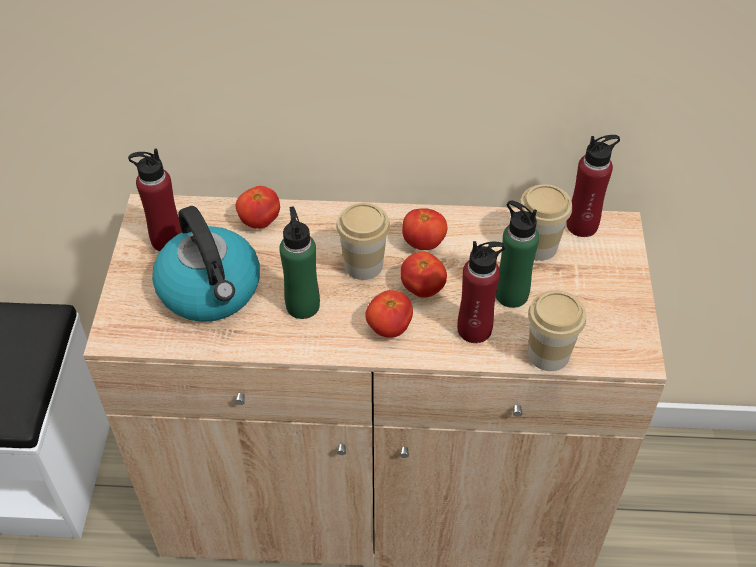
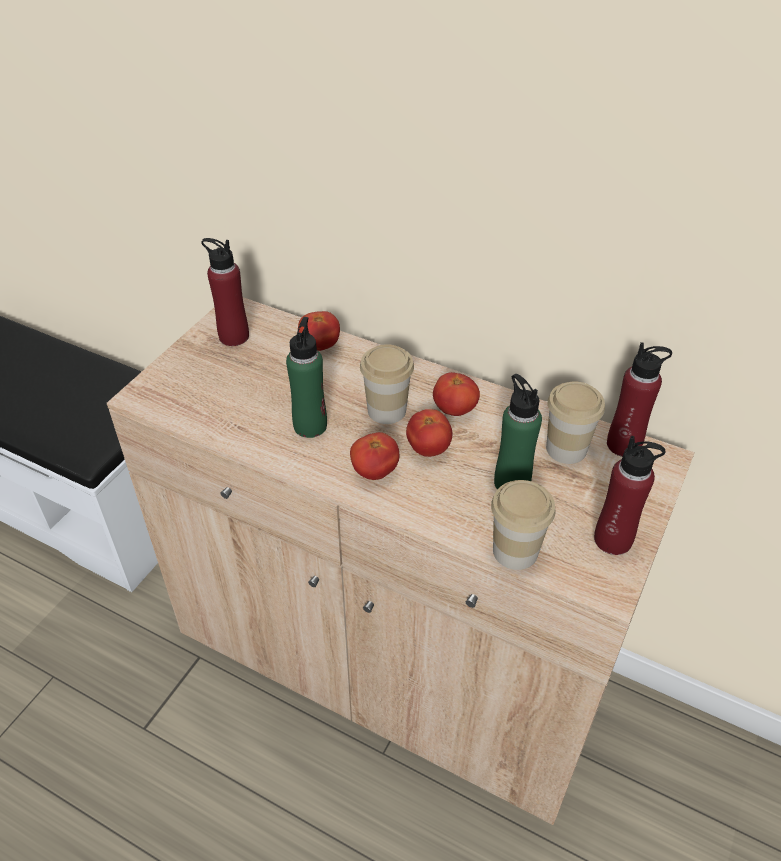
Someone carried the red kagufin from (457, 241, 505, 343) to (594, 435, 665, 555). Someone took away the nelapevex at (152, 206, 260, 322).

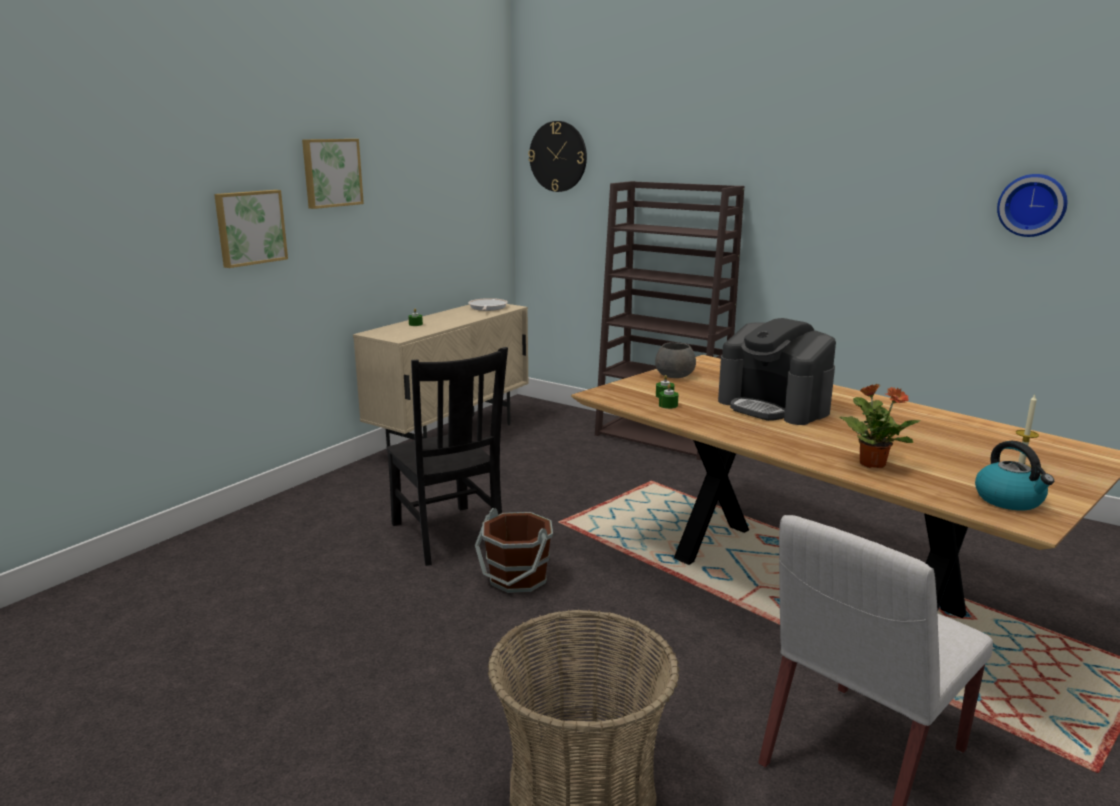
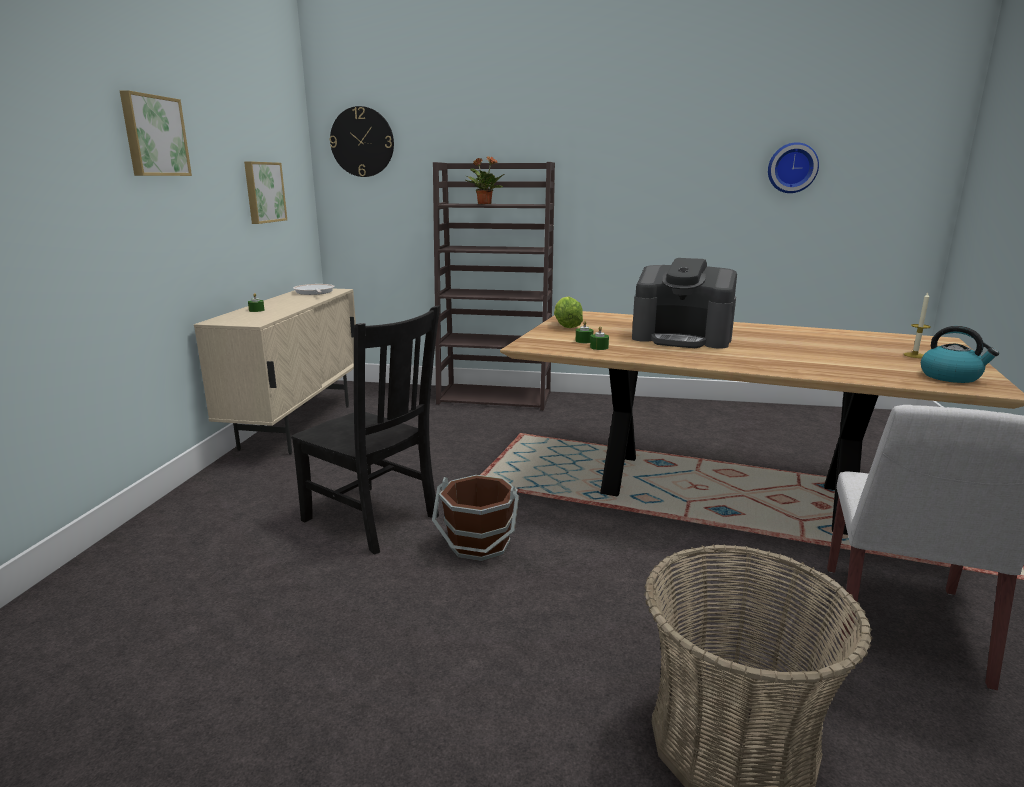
Someone carried the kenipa from (214, 190, 288, 268) to (244, 161, 287, 224). Someone carried the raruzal from (839, 383, 920, 468) to (465, 156, 504, 204). Someone swapped the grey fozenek at (655, 342, 696, 378) for the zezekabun at (554, 296, 583, 328).

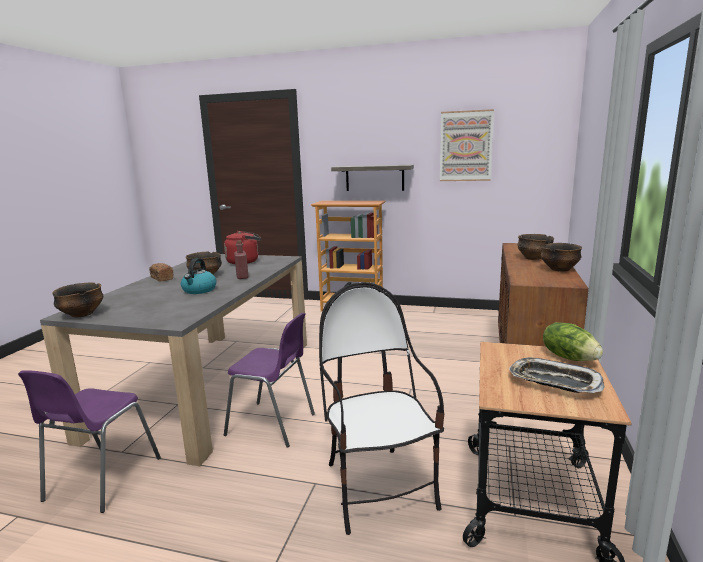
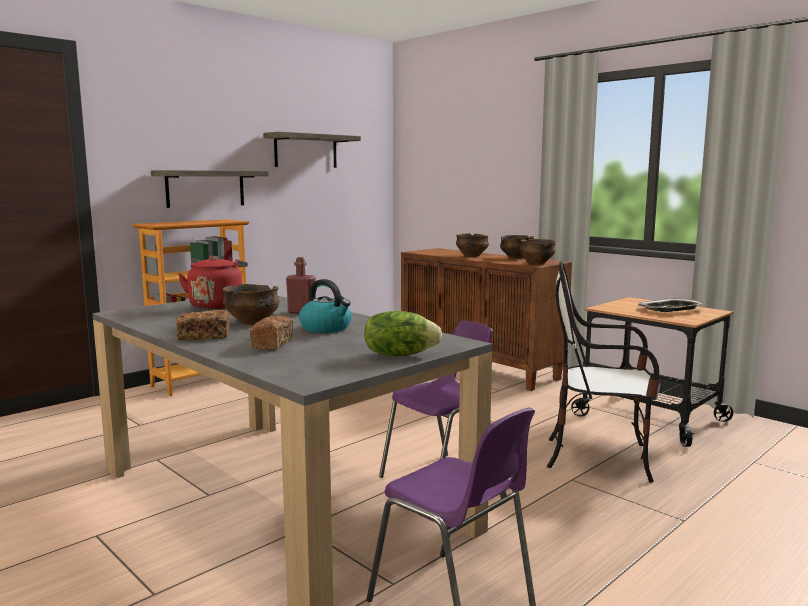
Someone put down the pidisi at (250, 316, 293, 350). Someone swapped the kenipa at (440, 109, 494, 181) for the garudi at (263, 132, 361, 168). Someone carried the zezekabun from (543, 322, 603, 361) to (364, 311, 442, 356). Someone carried the fozenek from (52, 283, 103, 318) to (519, 239, 556, 264).

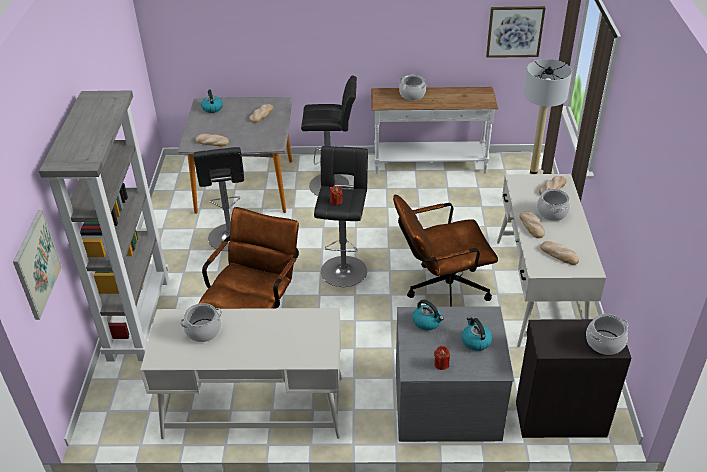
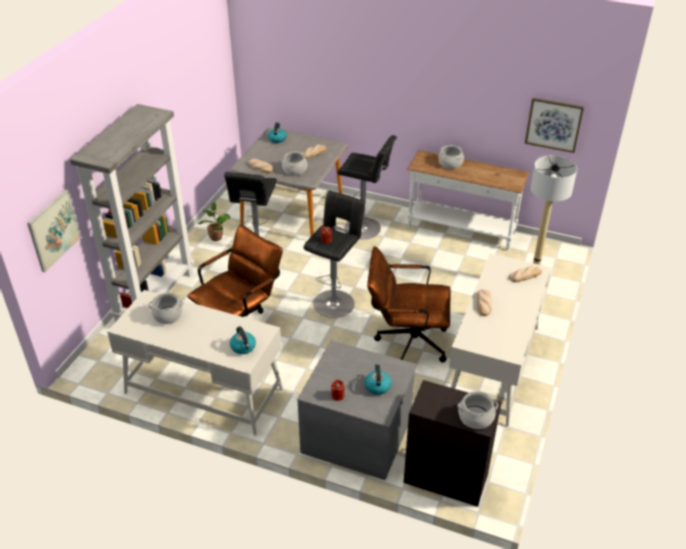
Someone put down the raruzal at (197, 203, 230, 241). Someone carried the nelapevex from (413, 300, 444, 330) to (230, 326, 256, 354). Someone carried the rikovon from (537, 188, 570, 221) to (282, 151, 307, 176). Someone took away the pidisi at (540, 241, 579, 265).

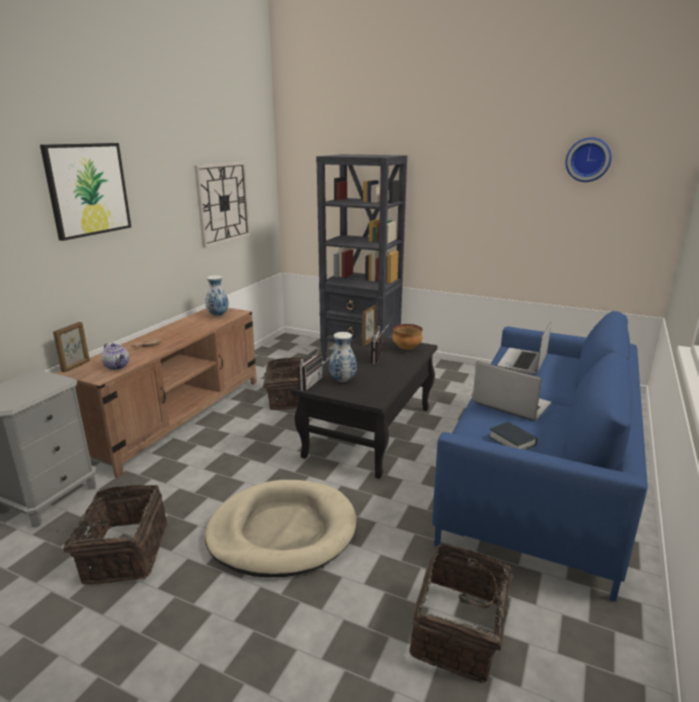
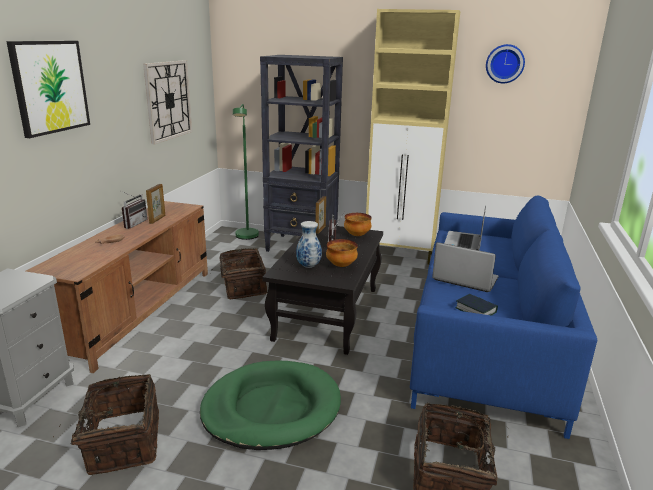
Someone carried the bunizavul from (296, 345, 323, 391) to (121, 191, 147, 229). Someone carried the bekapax from (53, 322, 90, 372) to (146, 184, 165, 224). Someone repainted the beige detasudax at (205, 480, 357, 577), which became the green detasudax at (200, 361, 341, 450). Someone put down the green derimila at (233, 104, 259, 240). Someone put down the fozenek at (326, 239, 358, 267). Someone put down the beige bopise at (366, 9, 460, 265). Someone took away the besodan at (101, 343, 129, 370). Someone took away the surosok at (205, 275, 229, 316).

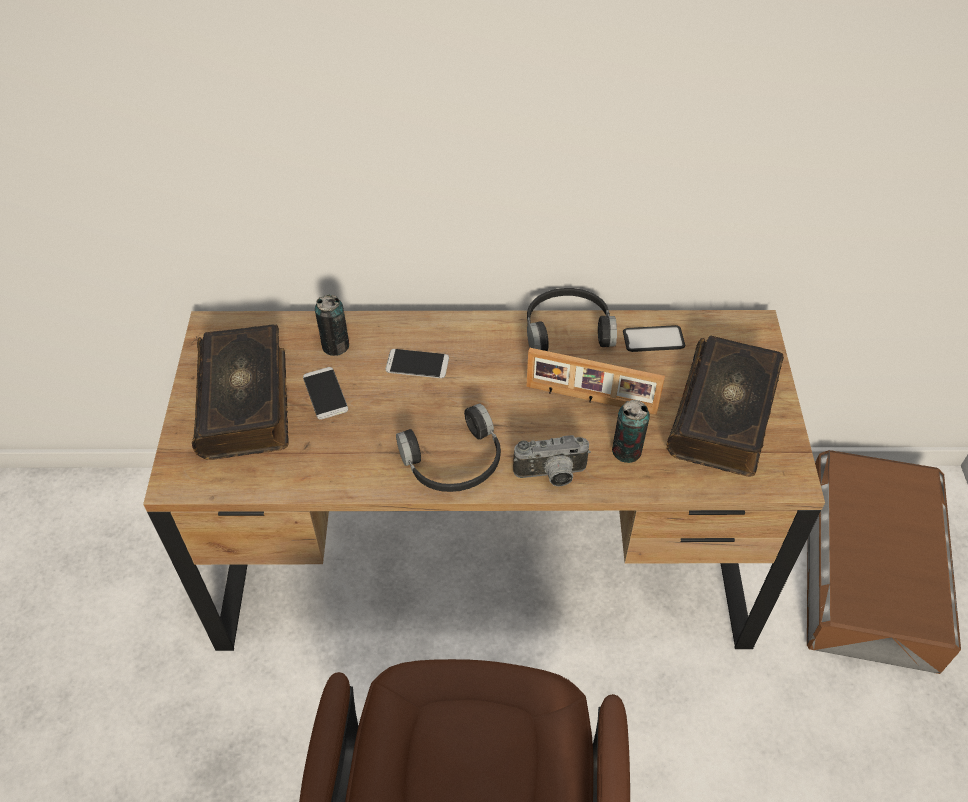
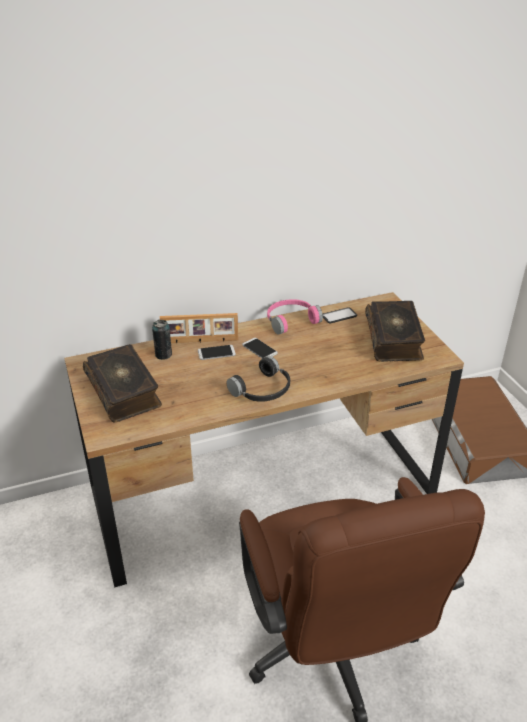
Someone carried the bekapax from (526, 348, 665, 415) to (160, 313, 238, 344). Someone carried the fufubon from (303, 367, 348, 420) to (242, 338, 278, 359). Someone repainted the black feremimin at (527, 288, 617, 351), which became the pink feremimin at (267, 299, 323, 334). Someone took away the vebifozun at (513, 435, 591, 486). Someone took away the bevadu at (612, 400, 650, 463).

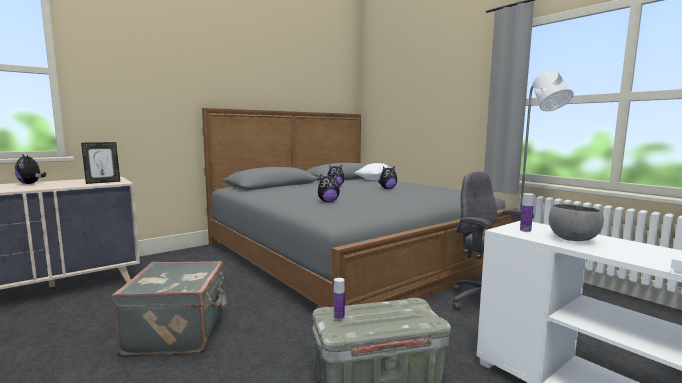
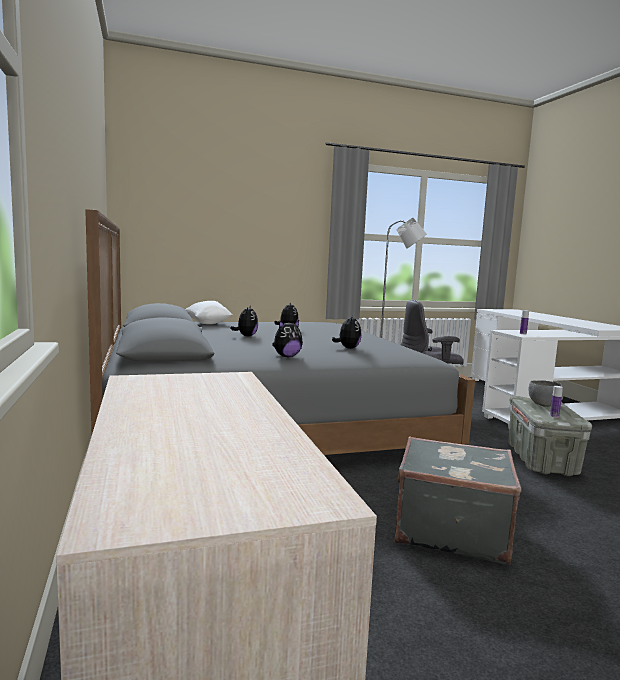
Someone carried the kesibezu from (15, 154, 46, 184) to (272, 320, 303, 357). Someone carried the grey fozenek from (549, 204, 604, 241) to (529, 380, 564, 407). Someone took away the bekapax at (81, 142, 120, 184).

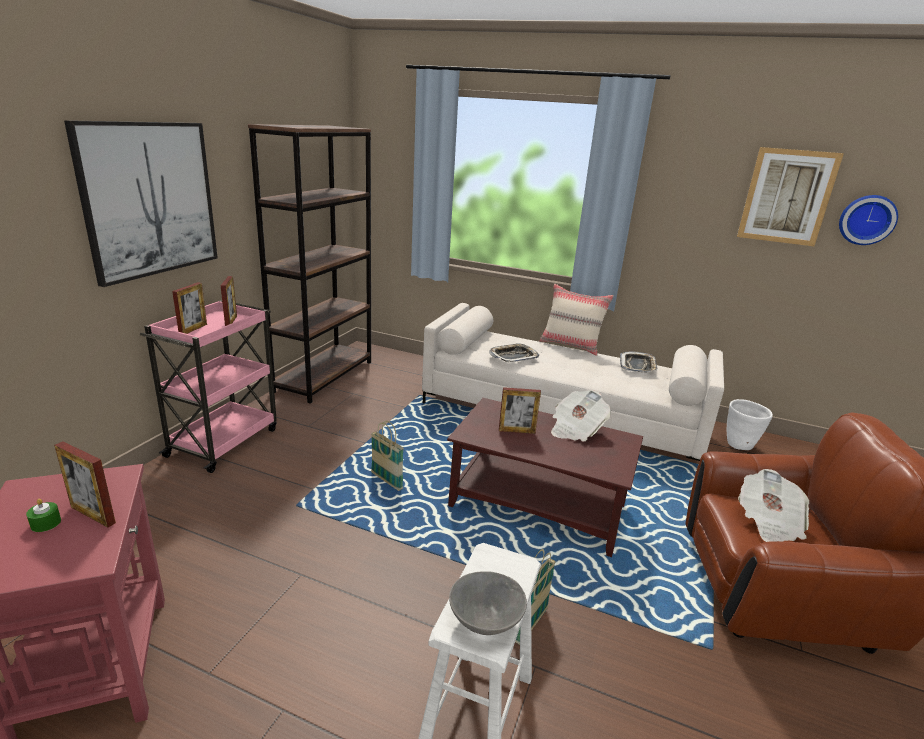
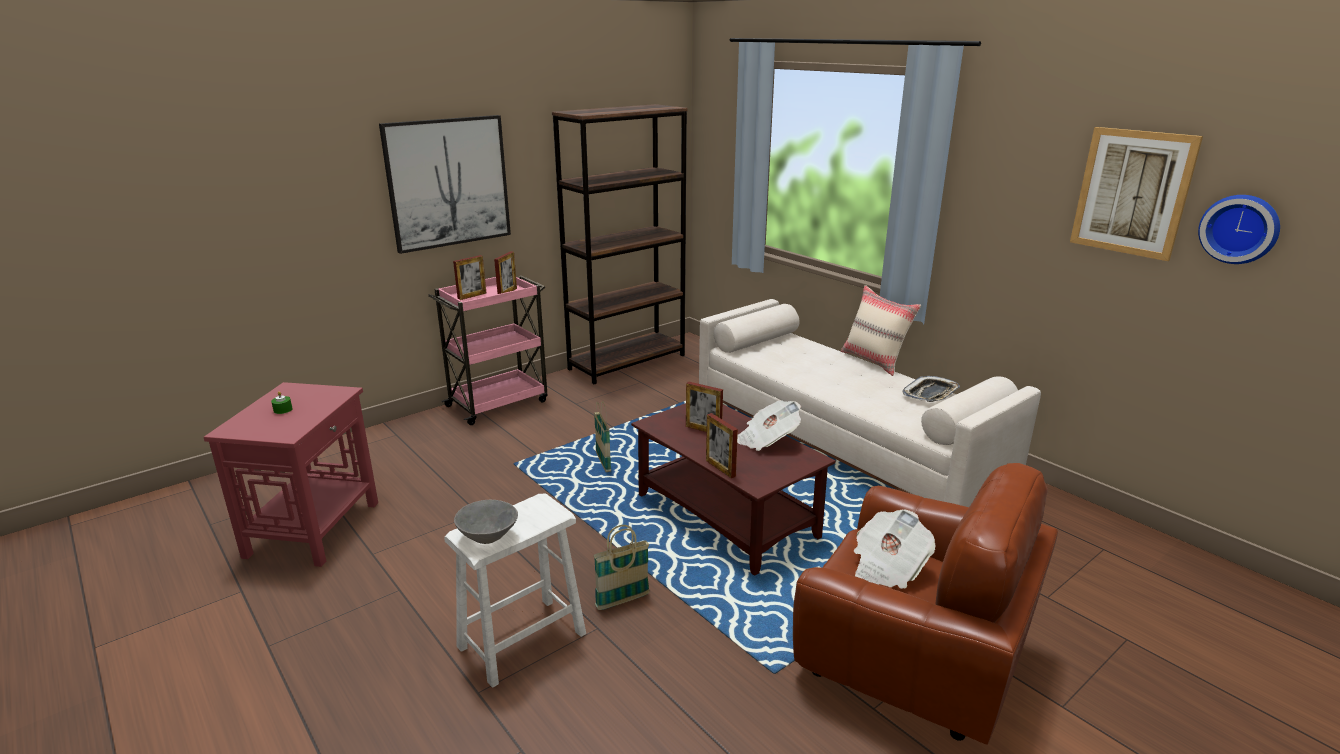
Someone carried the bekapax from (54, 442, 116, 527) to (706, 413, 738, 478). Someone took away the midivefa at (489, 343, 539, 362). Someone took away the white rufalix at (727, 399, 773, 450).

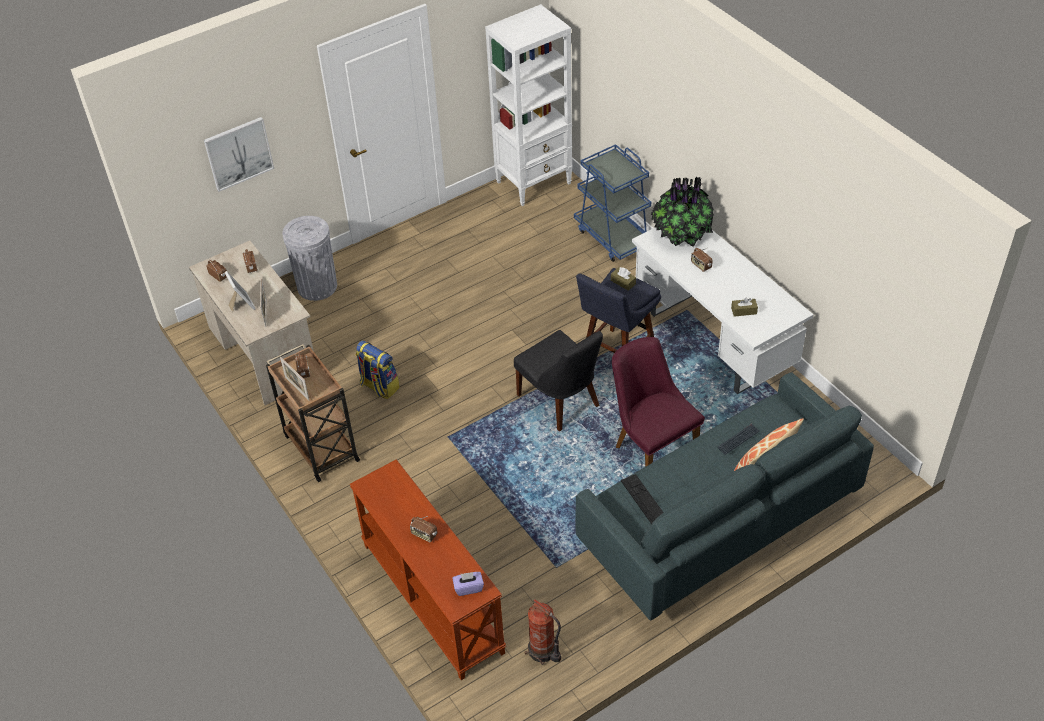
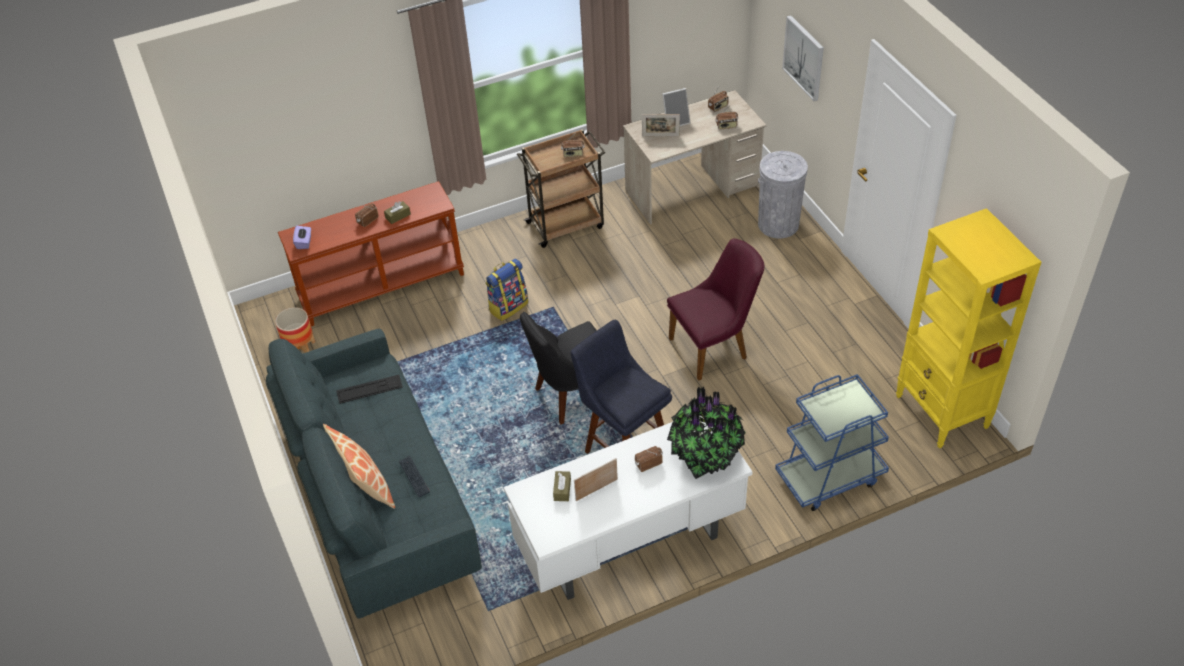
Someone swapped the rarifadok at (525, 599, 561, 665) for the rufalix at (275, 307, 315, 353). Someone carried the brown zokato from (611, 267, 636, 291) to (384, 201, 411, 224). Someone carried the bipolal from (356, 340, 400, 399) to (486, 259, 528, 321). Someone carried the bekapax from (280, 356, 310, 401) to (574, 458, 618, 501). Someone carried the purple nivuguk from (612, 337, 705, 467) to (667, 238, 764, 381). Someone repainted the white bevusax at (485, 4, 573, 206), which became the yellow bevusax at (896, 208, 1041, 448).

